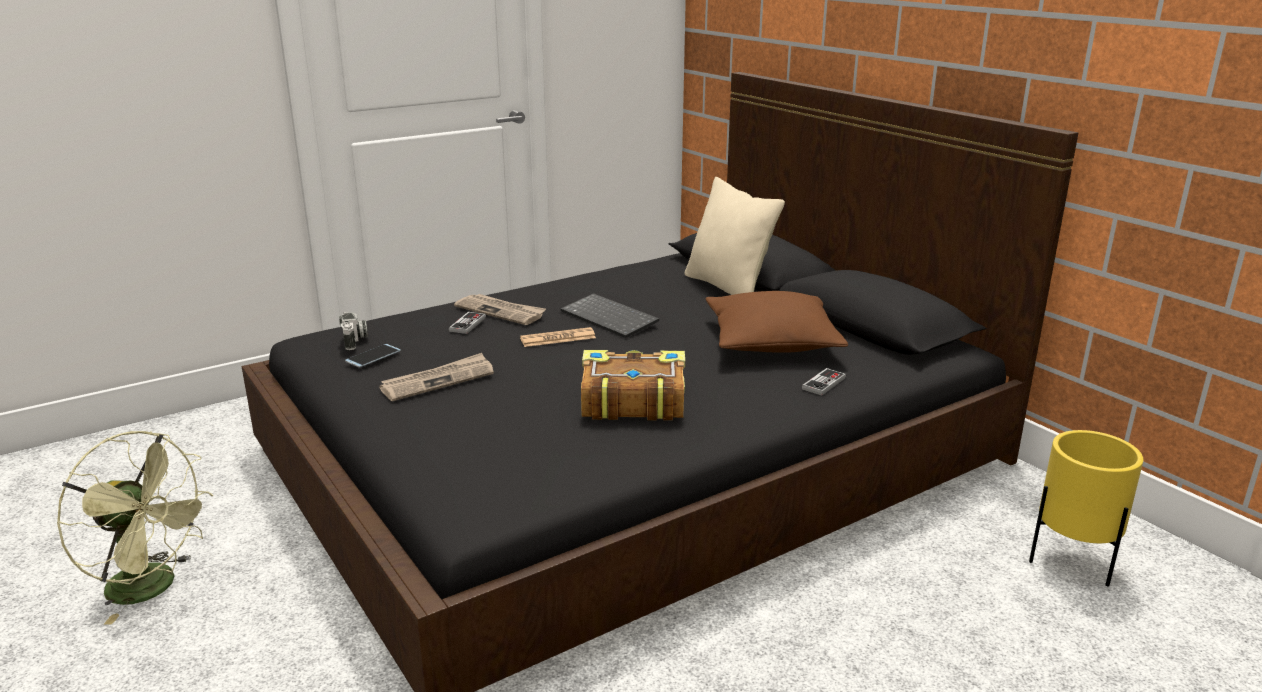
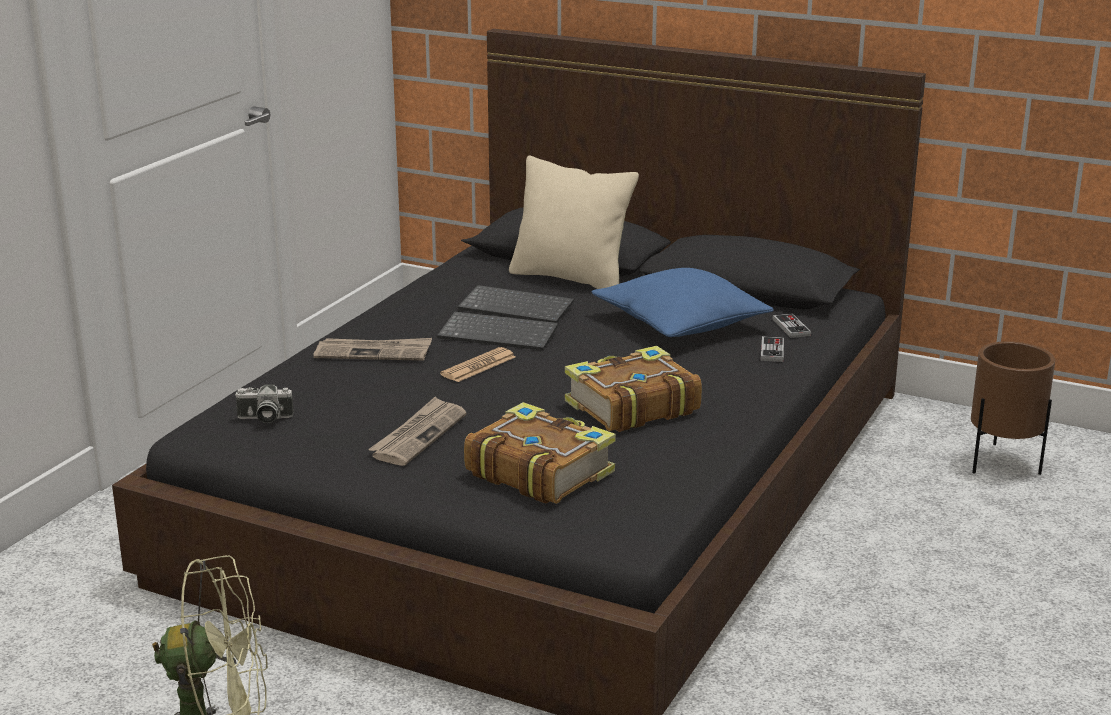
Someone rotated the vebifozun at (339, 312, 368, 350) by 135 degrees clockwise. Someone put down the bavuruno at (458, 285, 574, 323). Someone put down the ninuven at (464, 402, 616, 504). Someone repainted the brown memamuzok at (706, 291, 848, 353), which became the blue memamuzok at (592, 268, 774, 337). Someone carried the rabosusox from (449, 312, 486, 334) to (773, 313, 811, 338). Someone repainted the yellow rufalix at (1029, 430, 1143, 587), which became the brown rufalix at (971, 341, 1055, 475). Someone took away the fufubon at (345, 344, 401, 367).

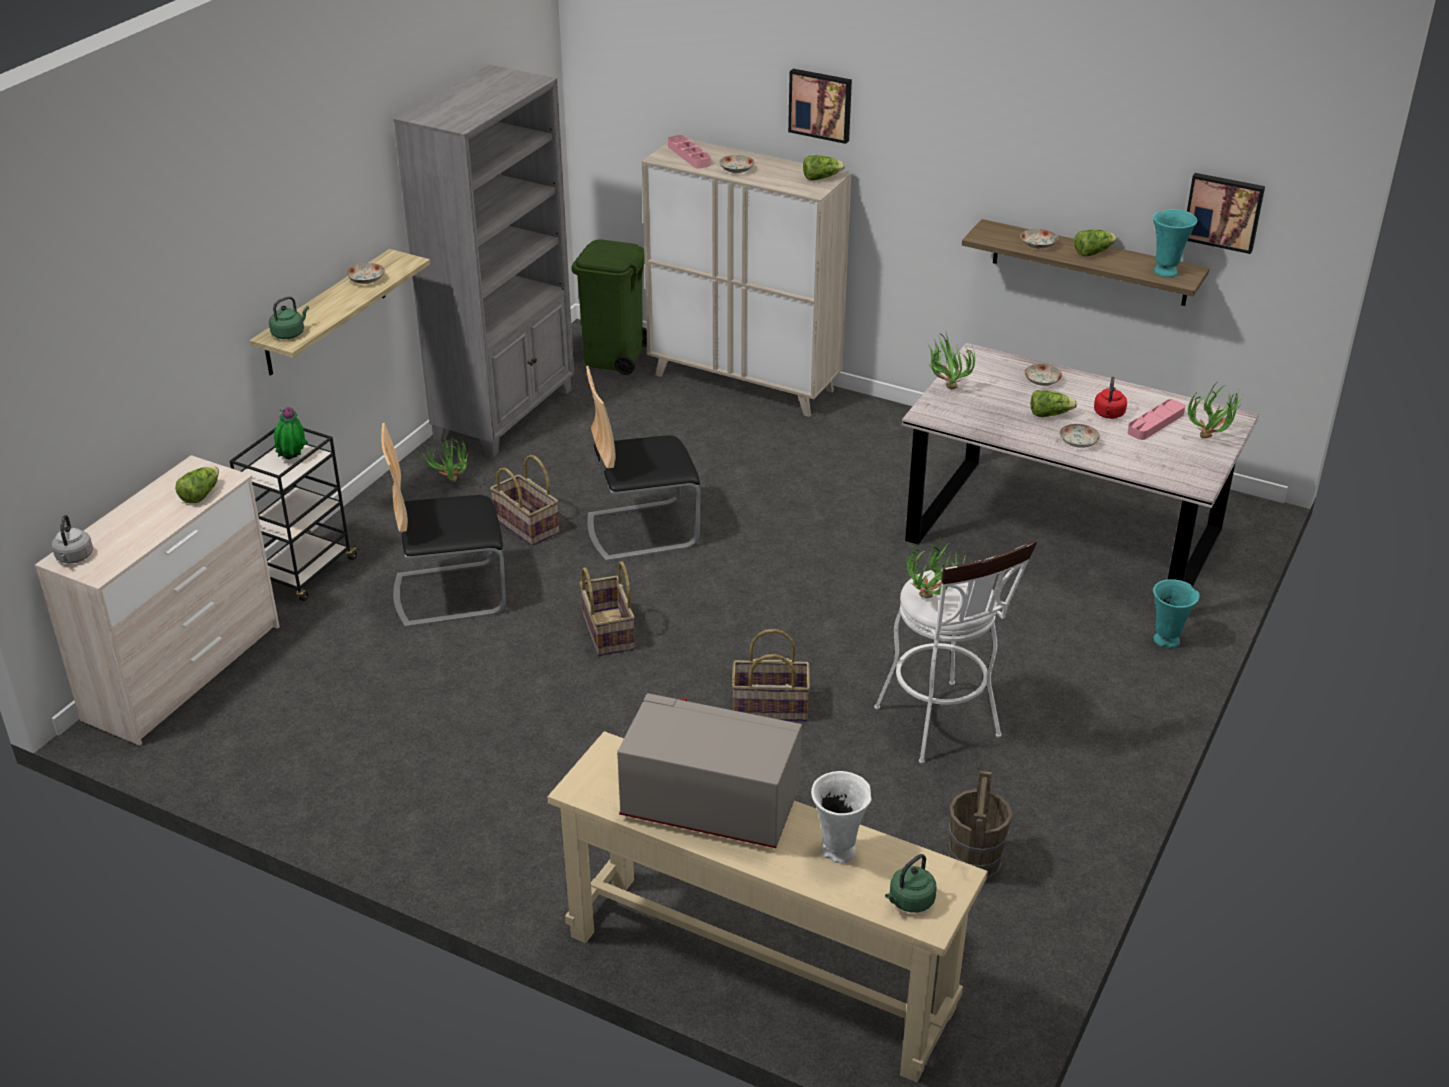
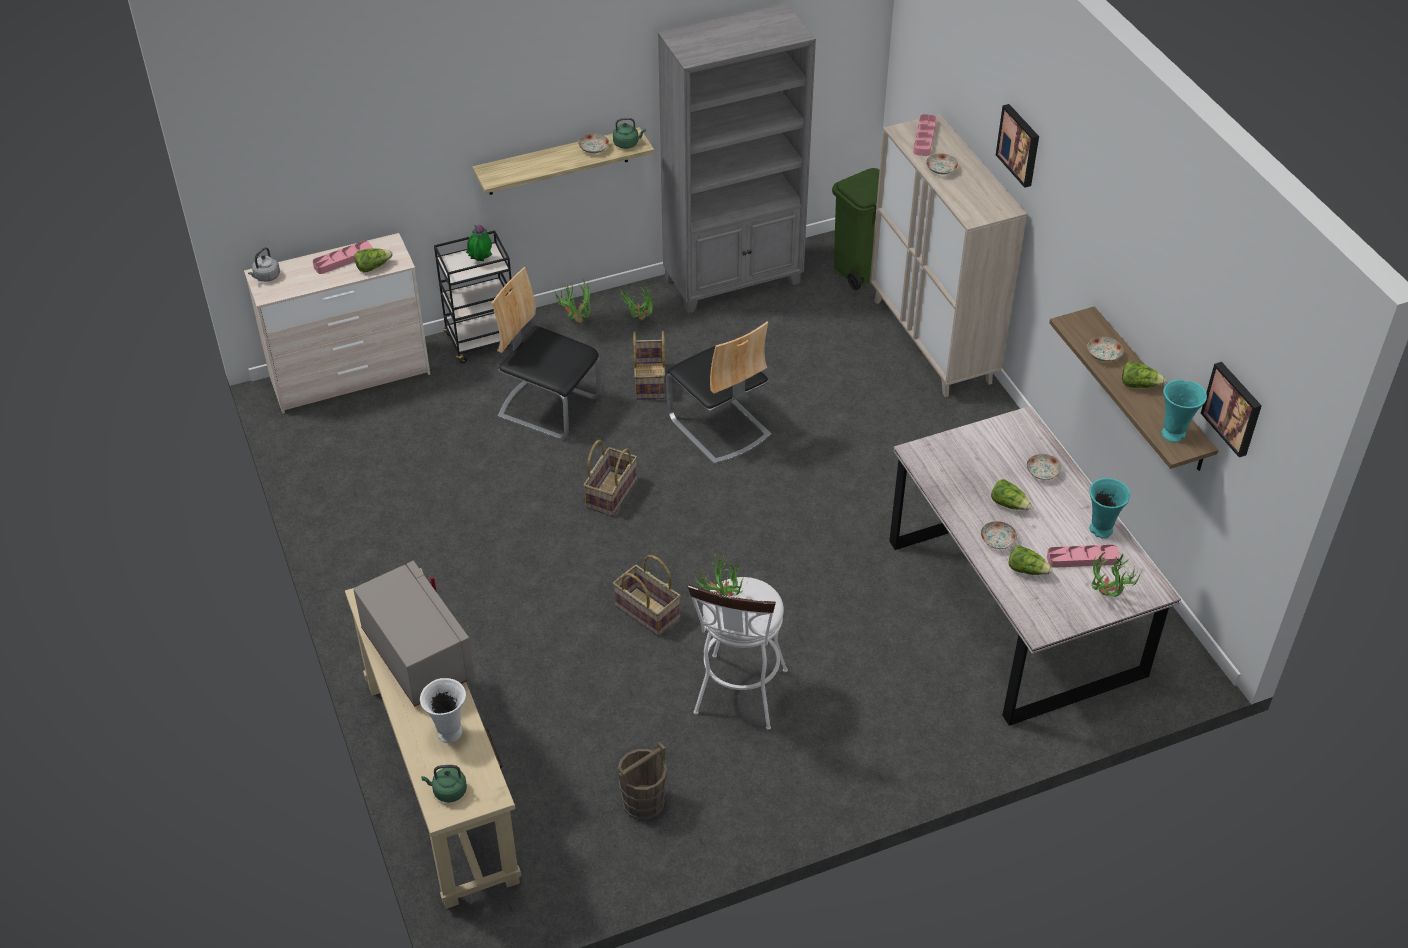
Someone put down the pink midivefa at (313, 241, 372, 274). Someone carried the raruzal from (927, 333, 975, 390) to (553, 279, 591, 323). Someone carried the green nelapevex from (269, 296, 309, 339) to (613, 118, 646, 149). Someone rotated the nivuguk at (586, 366, 701, 562) by 150 degrees counterclockwise. Someone carried the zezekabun from (803, 155, 845, 180) to (1009, 545, 1053, 575). Someone carried the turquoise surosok from (1153, 579, 1200, 648) to (1089, 478, 1130, 539). Someone took away the red nelapevex at (1094, 376, 1127, 419).

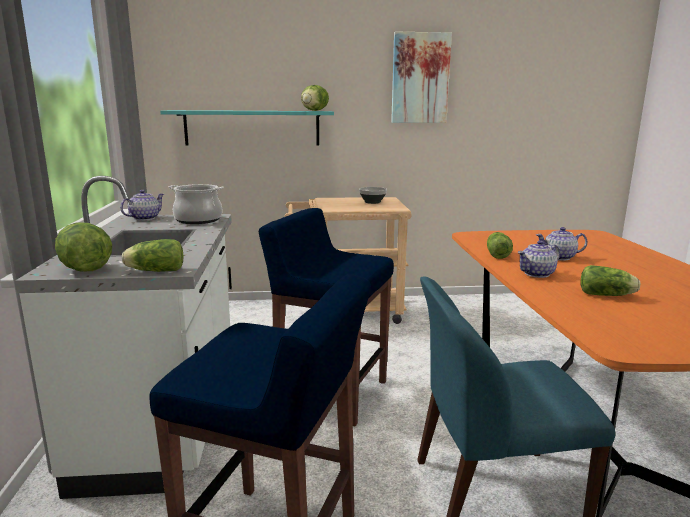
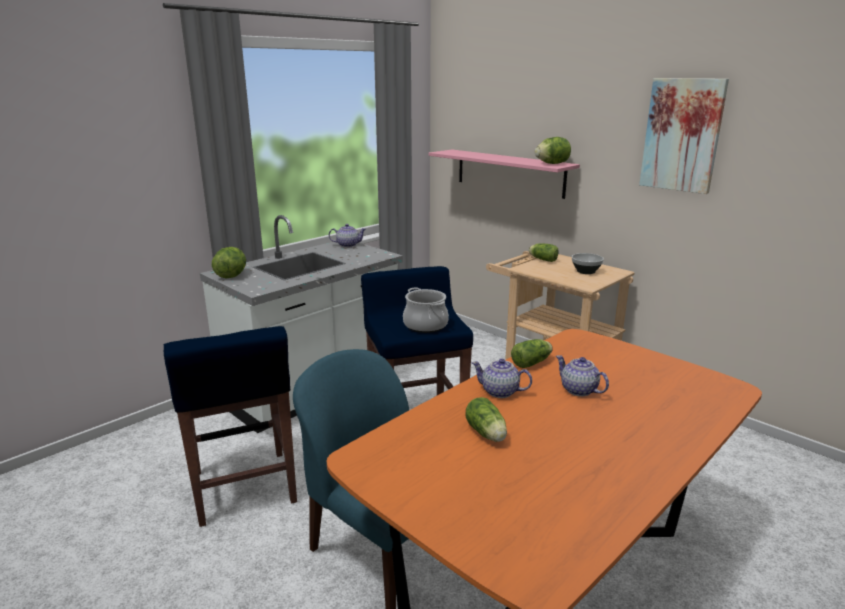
Someone carried the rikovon from (168, 184, 224, 224) to (403, 287, 449, 333). Someone repainted the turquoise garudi at (160, 110, 334, 145), which became the pink garudi at (429, 150, 580, 199). Someone carried the zezekabun from (122, 239, 183, 272) to (528, 243, 559, 262).

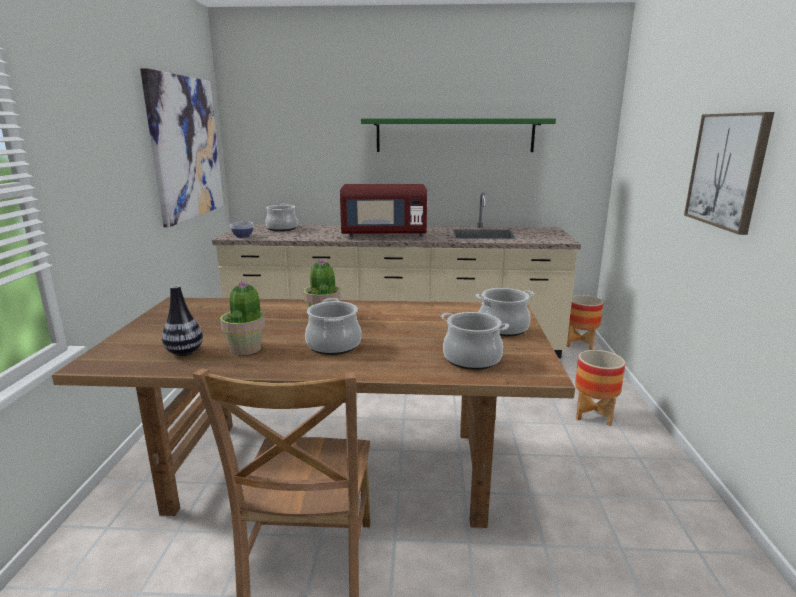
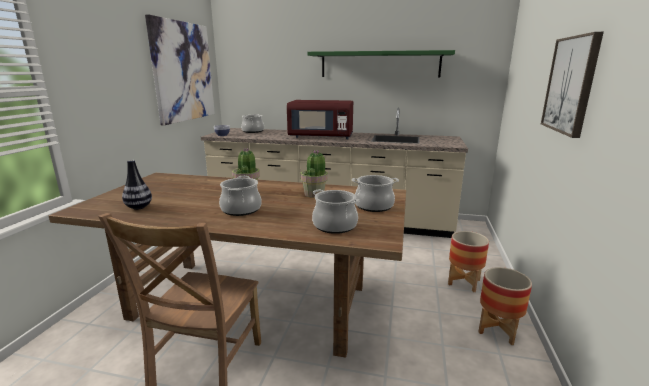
Someone carried the raruzal from (220, 281, 265, 355) to (300, 150, 328, 198). Someone carried the rufalix from (567, 295, 603, 350) to (478, 267, 532, 345).

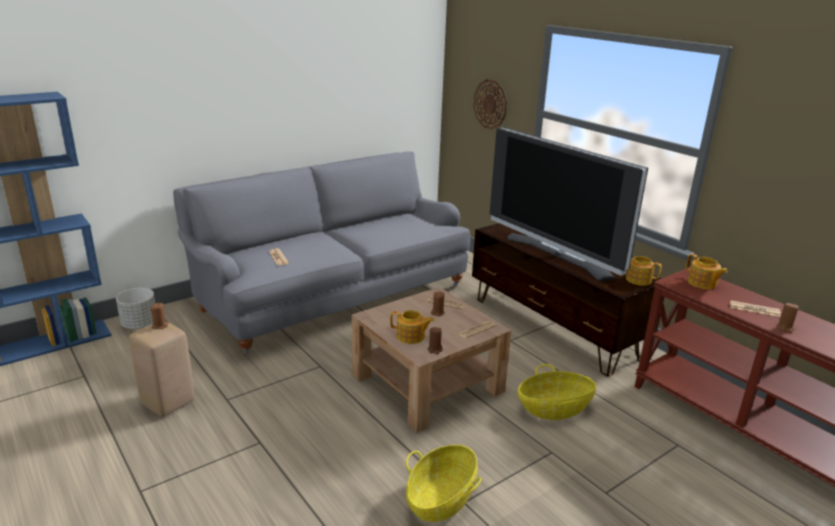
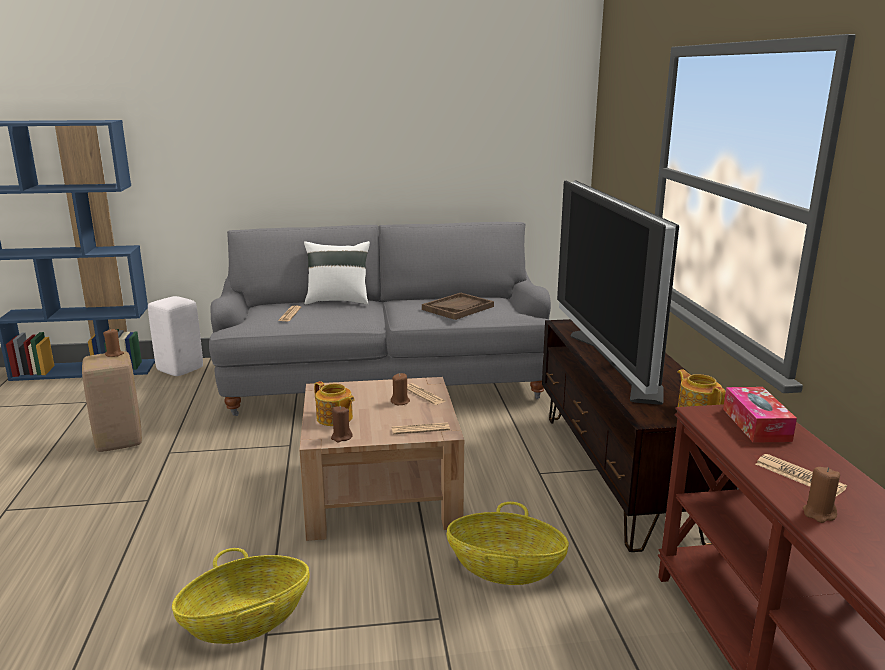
Someone swapped the grey rufalix at (116, 288, 155, 329) for the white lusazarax at (148, 296, 203, 376). Someone put down the white memamuzok at (304, 241, 370, 305). Someone put down the brown midivefa at (422, 293, 494, 320). Someone swapped the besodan at (686, 254, 728, 289) for the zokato at (723, 387, 797, 443). Someone took away the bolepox at (473, 79, 507, 129).

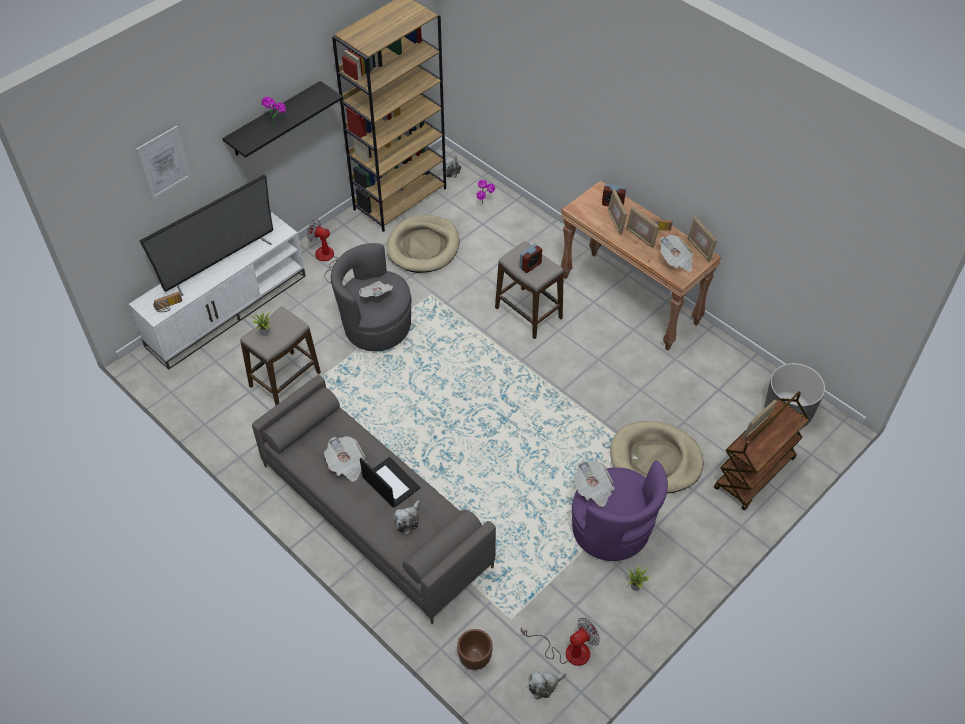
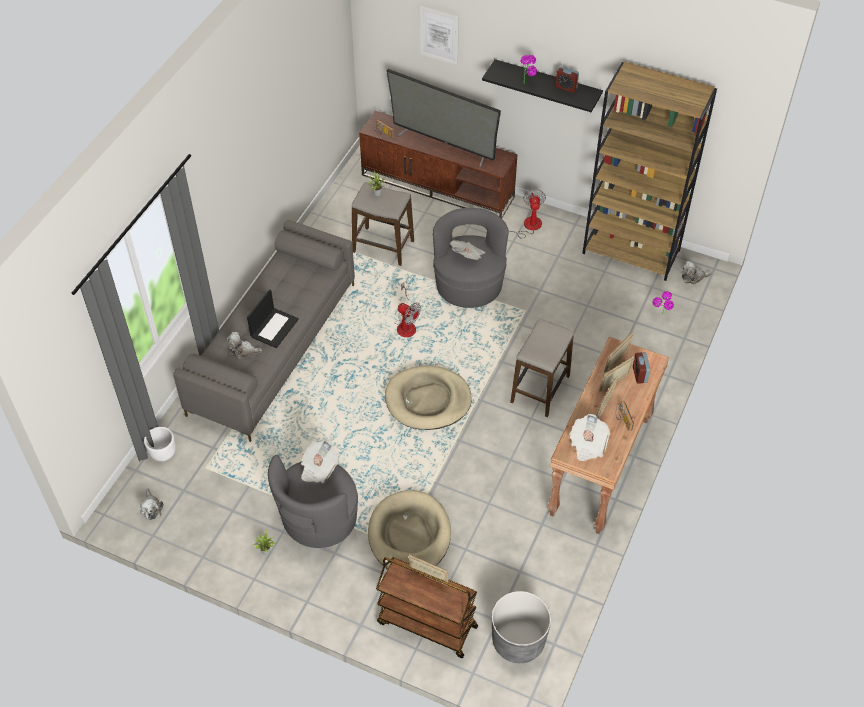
Someone rotated the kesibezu at (528, 671, 566, 699) by 150 degrees counterclockwise. Someone repainted the brown rufalix at (457, 629, 493, 670), which became the white rufalix at (144, 427, 176, 461). Someone repainted the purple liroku at (572, 461, 668, 561), which became the grey liroku at (268, 455, 358, 548). Someone repainted the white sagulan at (129, 213, 306, 370), which became the brown sagulan at (359, 111, 518, 218). Someone carried the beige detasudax from (386, 215, 459, 273) to (385, 365, 472, 430). Someone carried the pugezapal from (521, 618, 600, 666) to (395, 283, 421, 337). Someone carried the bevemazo from (520, 244, 542, 273) to (555, 66, 579, 93). Someone carried the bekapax from (687, 216, 717, 262) to (604, 332, 634, 373). Someone took away the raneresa at (324, 436, 367, 482).

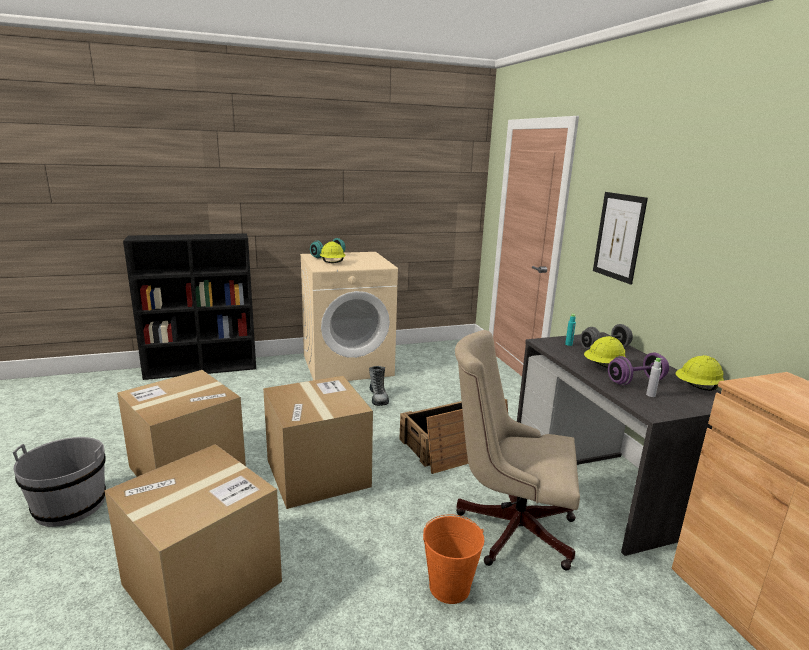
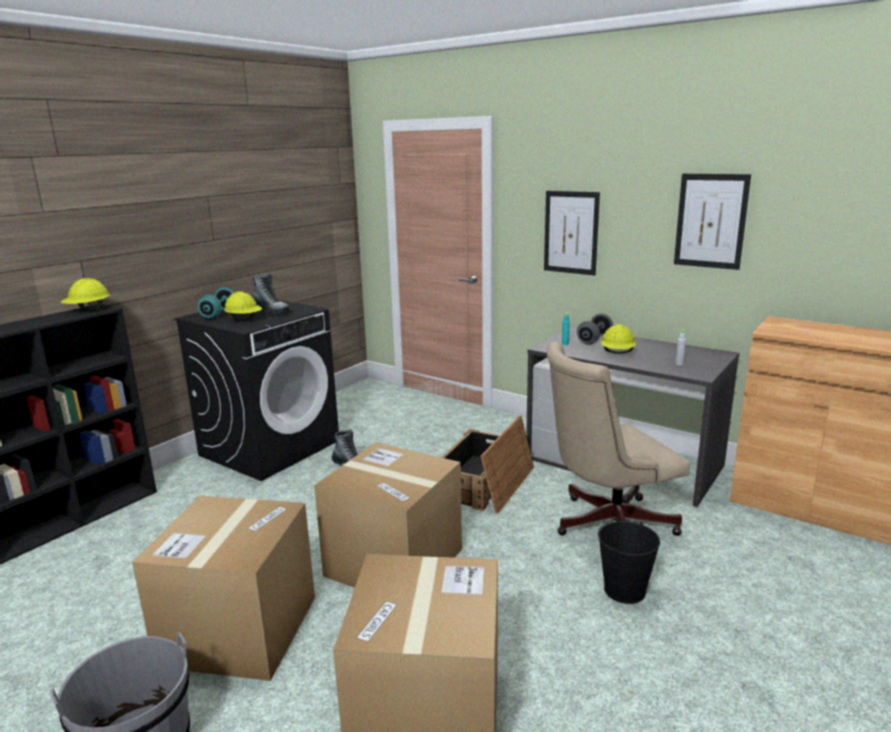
Someone carried the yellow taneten from (676, 355, 724, 391) to (61, 278, 110, 311). Someone repainted the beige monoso at (300, 252, 398, 381), which became the black monoso at (174, 300, 339, 481). Someone put down the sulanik at (253, 273, 291, 315). Someone repainted the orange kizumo at (423, 514, 484, 604), which became the black kizumo at (598, 520, 660, 604). Someone put up the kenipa at (674, 174, 751, 270). Someone took away the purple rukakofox at (608, 353, 669, 385).

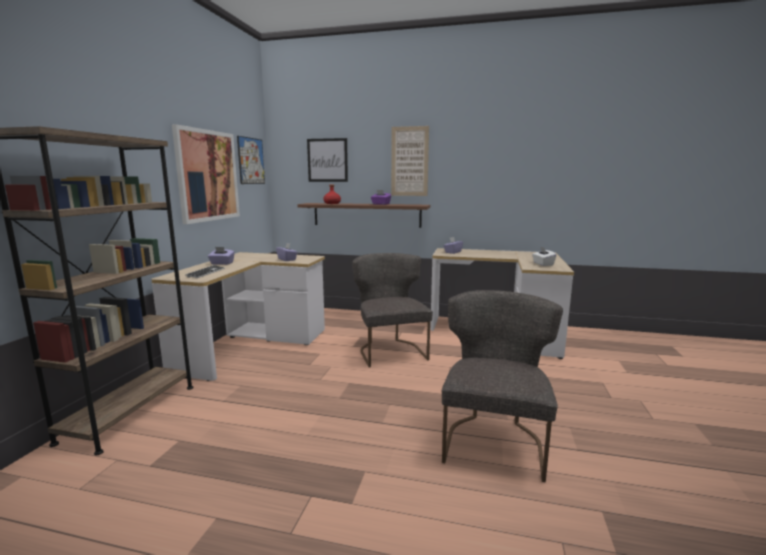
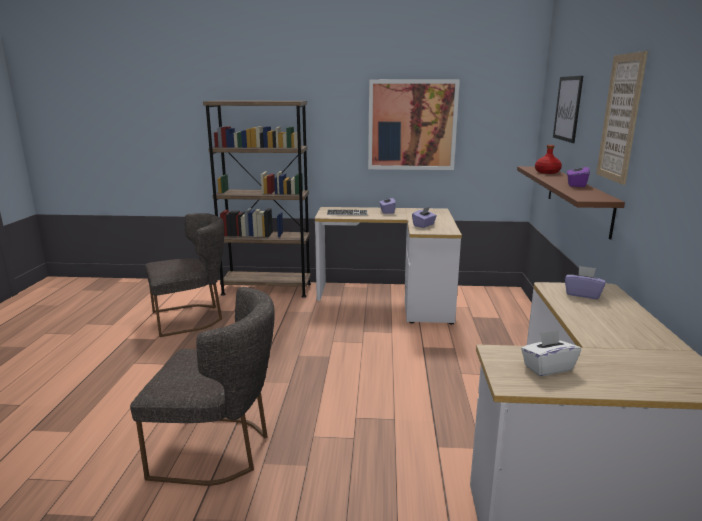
Someone carried the grey nivuguk from (352, 253, 433, 368) to (145, 213, 224, 337). Someone took away the kenipa at (237, 136, 265, 184).

